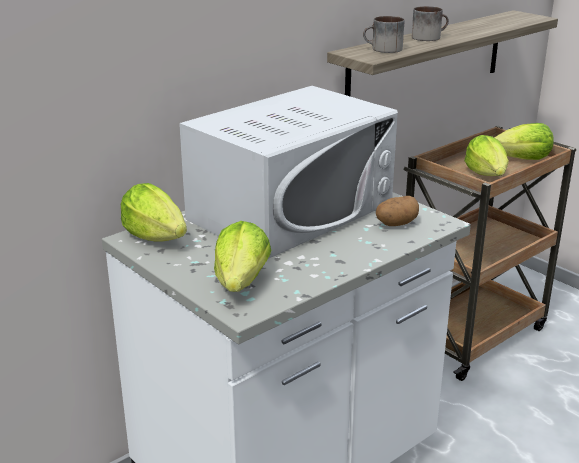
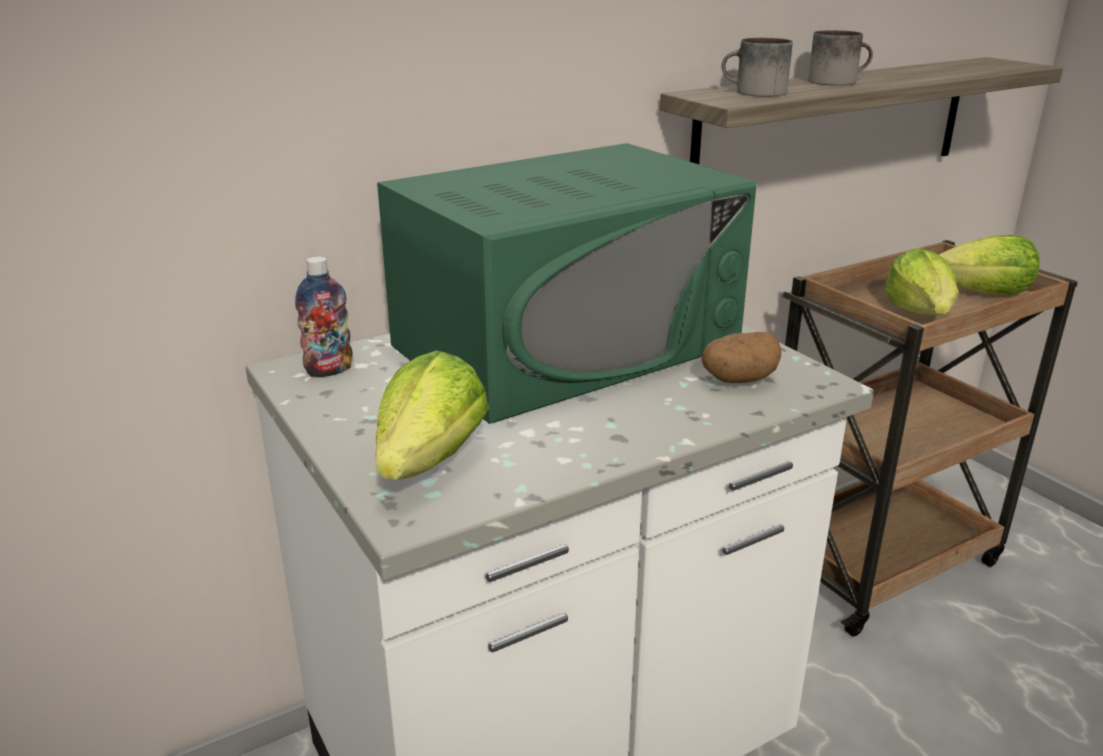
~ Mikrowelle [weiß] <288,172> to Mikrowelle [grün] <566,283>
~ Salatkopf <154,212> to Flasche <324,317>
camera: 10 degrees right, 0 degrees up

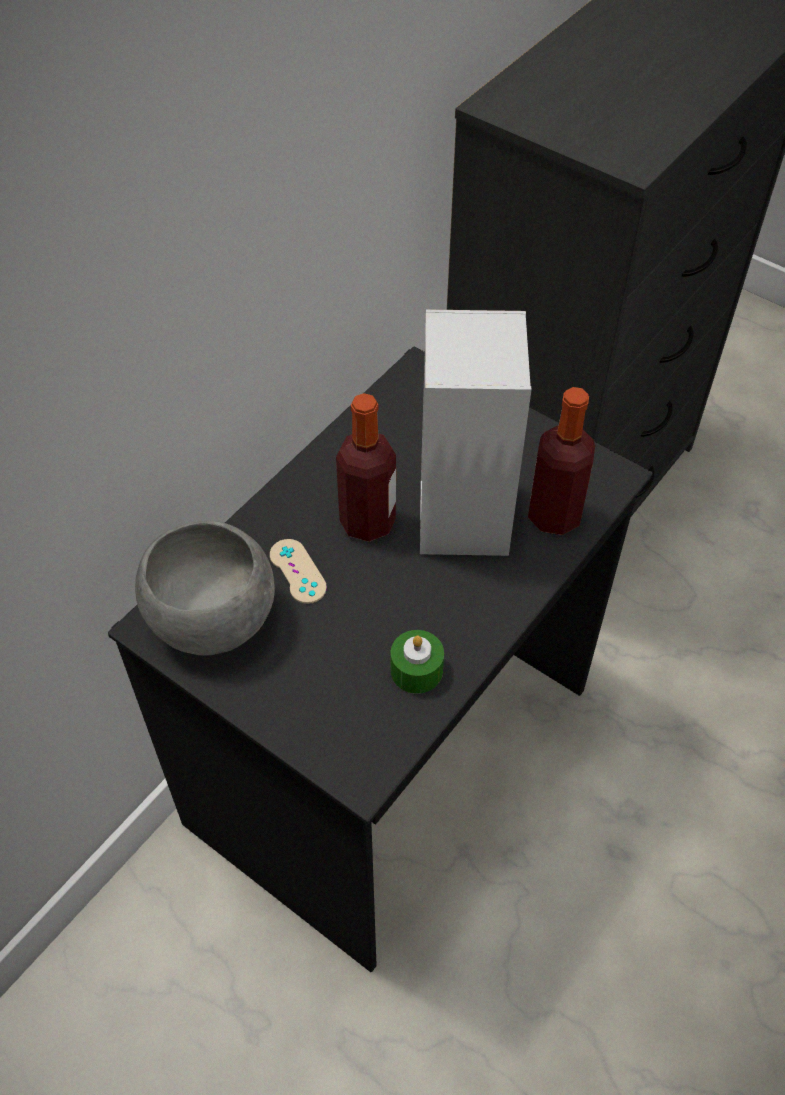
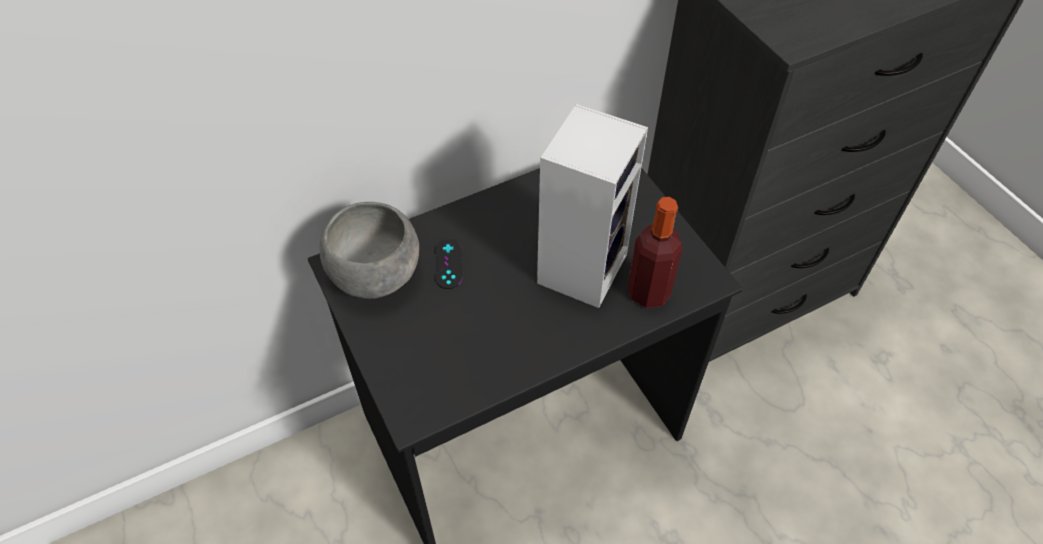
- Flasche <366,467>
~ Gamepad [beige] <298,571> to Gamepad [schwarz] <448,264>
- Kerze [grün] <417,662>
camera: 25 degrees right, 0 degrees up

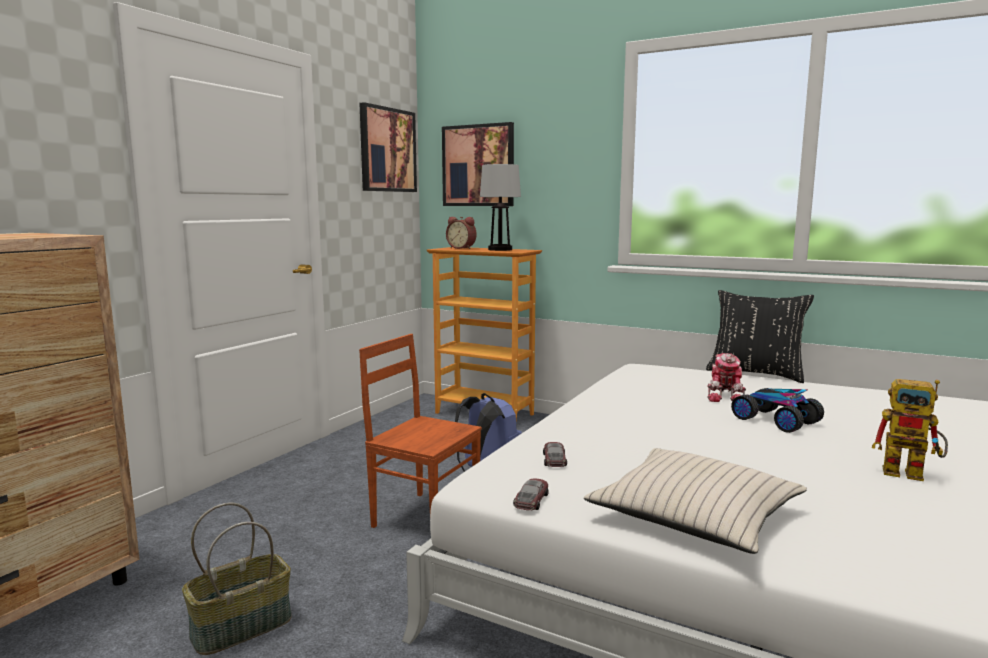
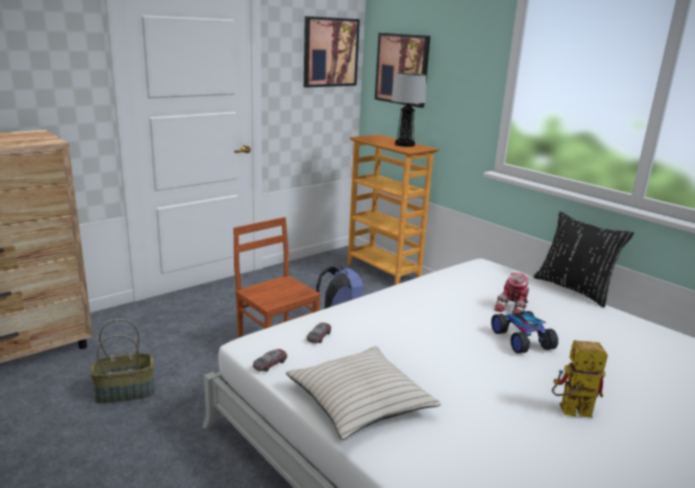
- Wecker <461,233>
~ Spielzeugroboter <910,430> = <580,379> 135 degrees clockwise
camera: 20 degrees right, 10 degrees up

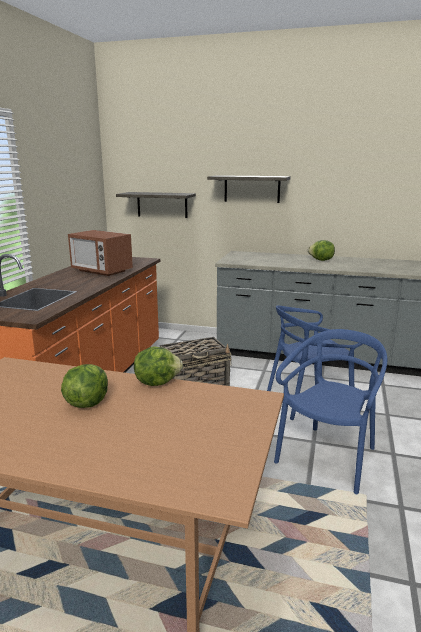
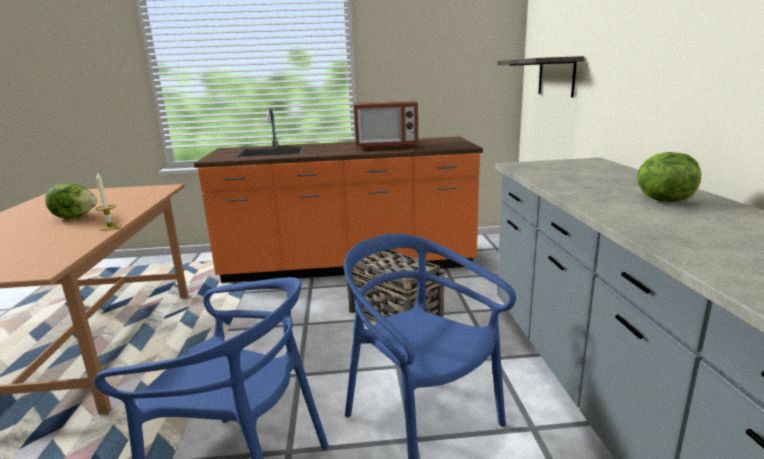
- Wandregal <249,189>
~ Mikrowelle <100,253> = <386,125> 105 degrees counterclockwise
~ Salatkopf <158,366> to Kerze <108,201>
camera: 70 degrees right, 0 degrees up

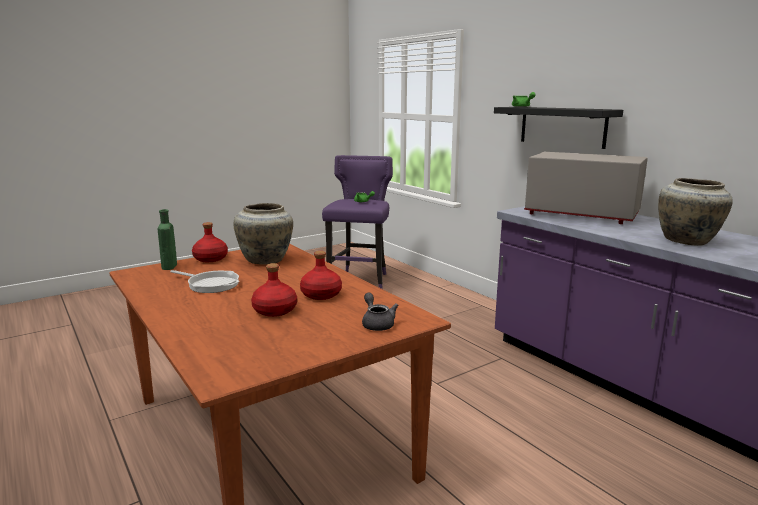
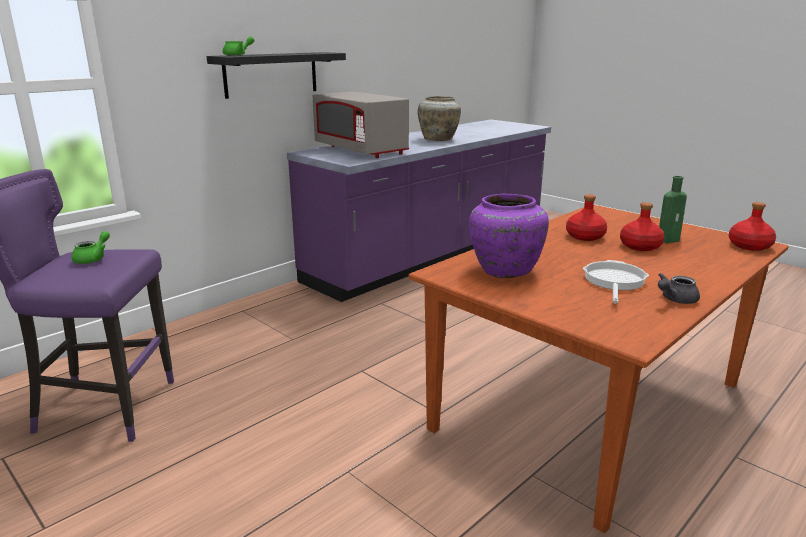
~ Mikrowelle [grau] <586,188> = <361,124> 60 degrees counterclockwise
~ Vase [beige] <263,234> to Vase [lila] <509,236>
~ Flasche [grün] <167,239> to <673,209>
~ Flasche [rot] <210,242> to <752,226>
~ Teekanne [grau] <380,312> to <679,288>
camera: 100 degrees left, 5 degrees up

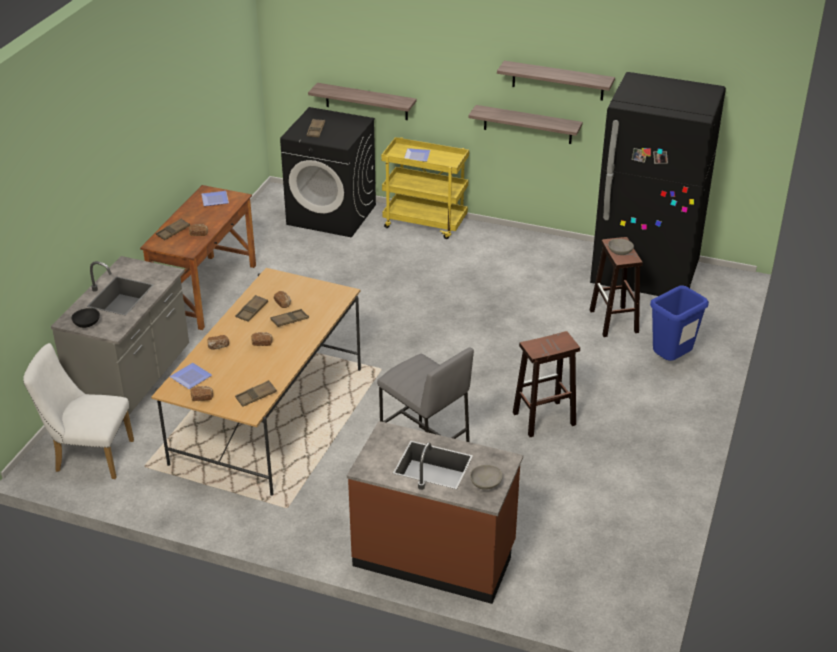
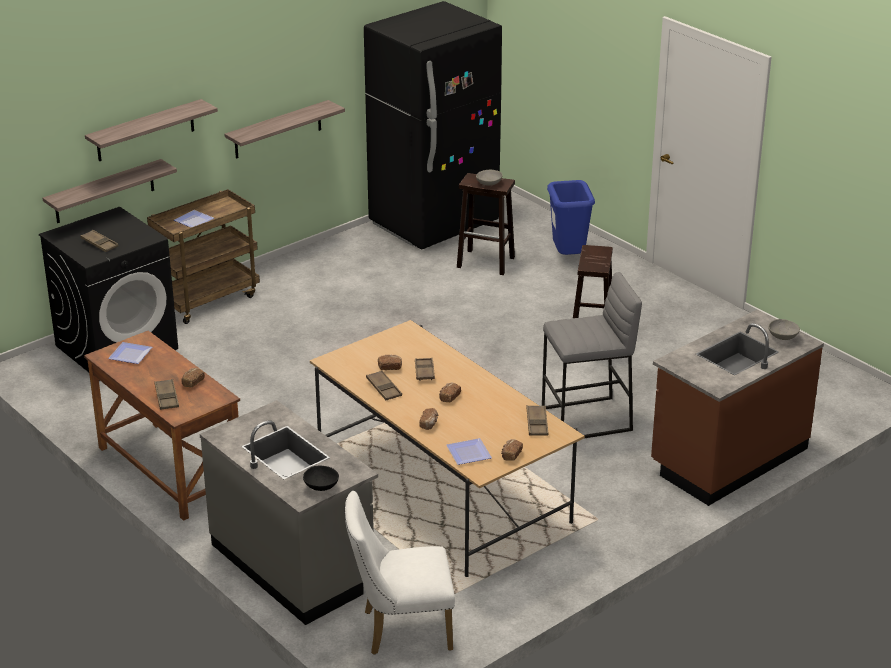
~ Wandregal <556,81> to <151,130>
~ Rollwagen [gelb] <425,188> to Rollwagen [braun] <203,256>
~ Stuhl [weiß] <78,411> = <400,573> 45 degrees clockwise
camera: 60 degrees left, 5 degrees down

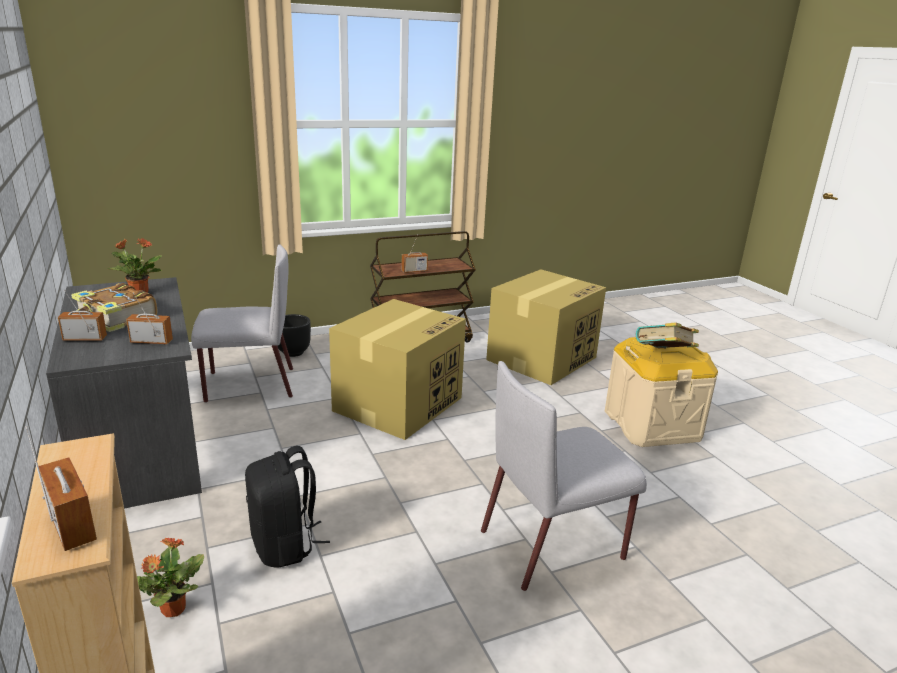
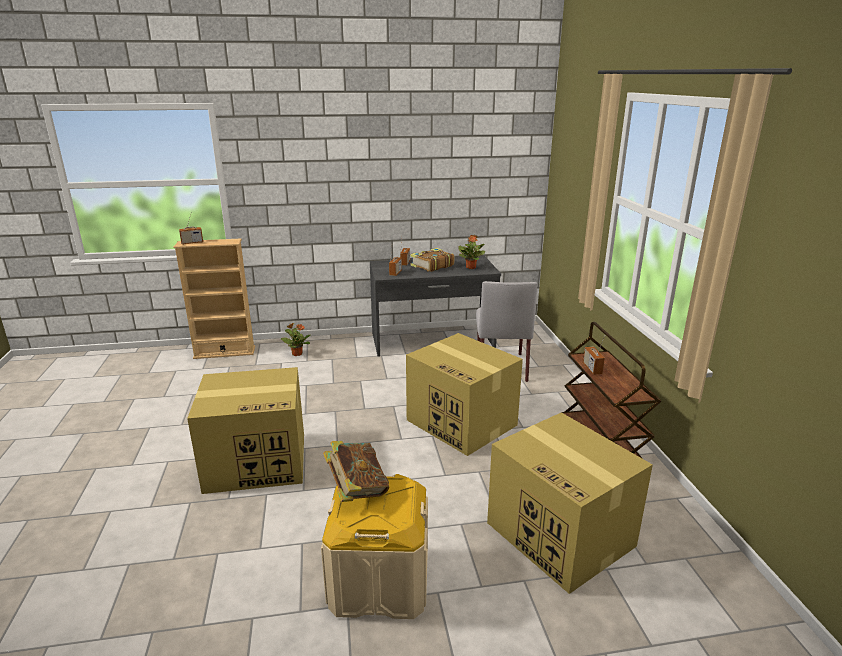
- Pflanzkübel [schwarz] <294,335>
~ Stuhl [grau] <564,476> to Karton <245,430>
- Rucksack [schwarz] <287,506>
camera: 105 degrees right, 0 degrees up

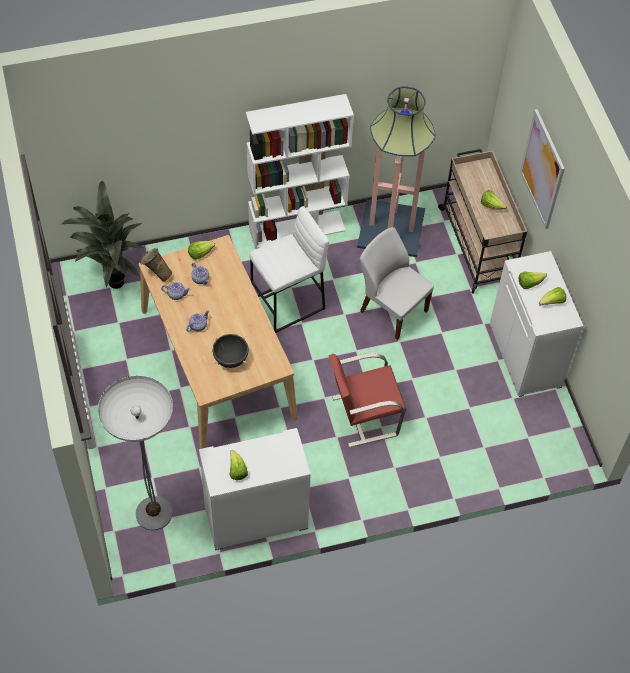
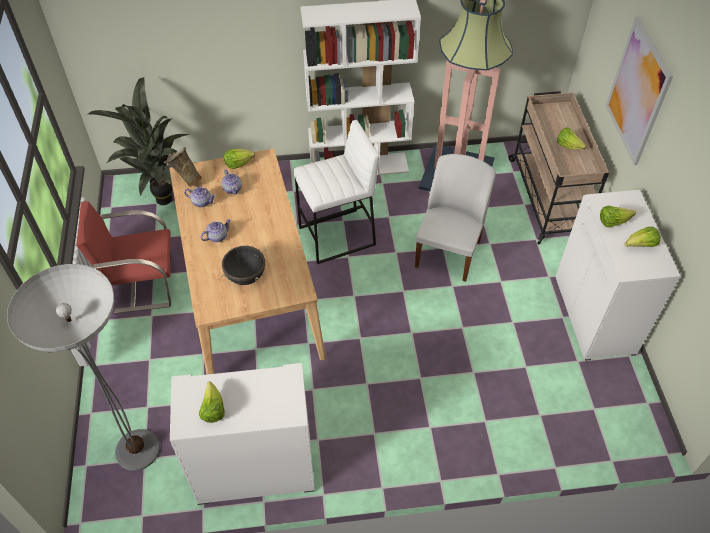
~ Stuhl [weiß] <397,283> = <455,218> 60 degrees clockwise
~ Stuhl [rot] <367,400> to <124,257>
camera: 10 degrees right, 5 degrees down

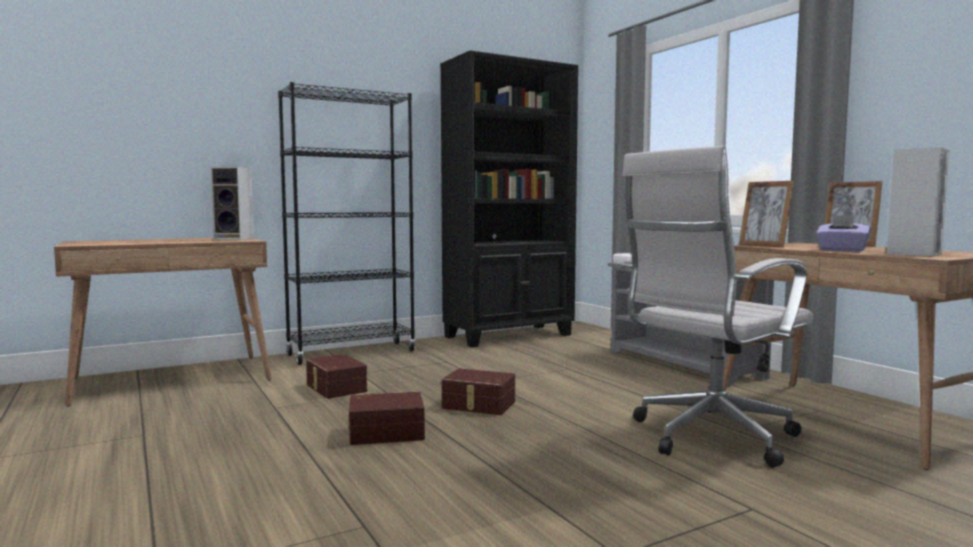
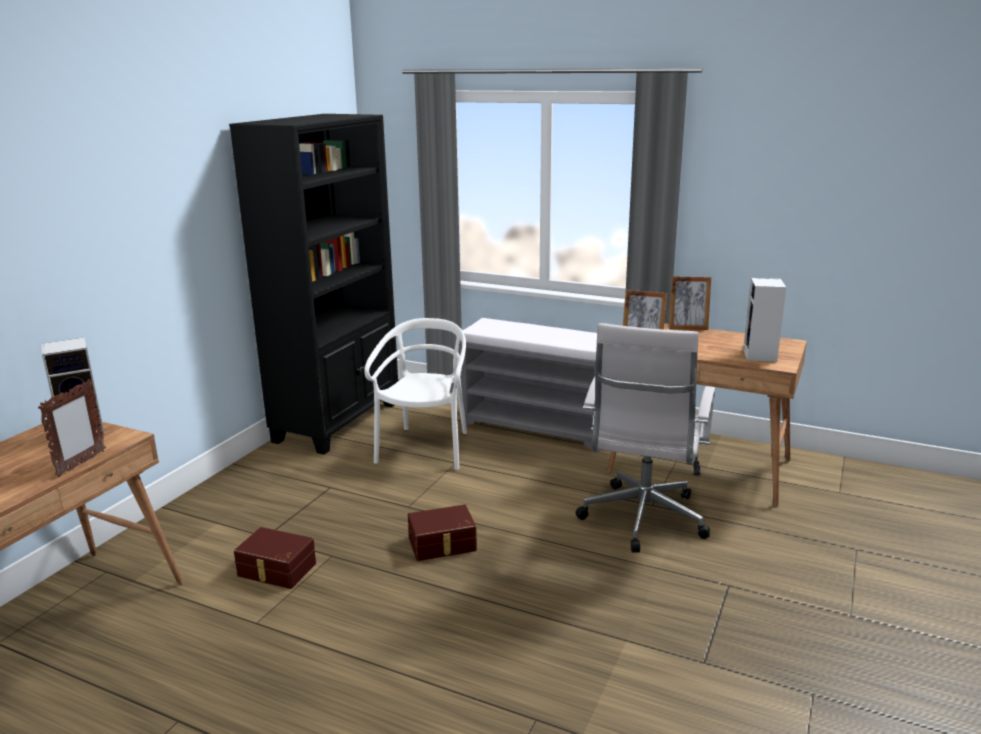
- Bücherregal [schwarz] <347,223>
- Taschentuchbox [lila] <843,233>
- Aufbewahrungsbox [braun] <387,418>
+ Stuhl [weiß] <415,394>
+ Bilderrahmen <72,428>
camera: 35 degrees left, 15 degrees up

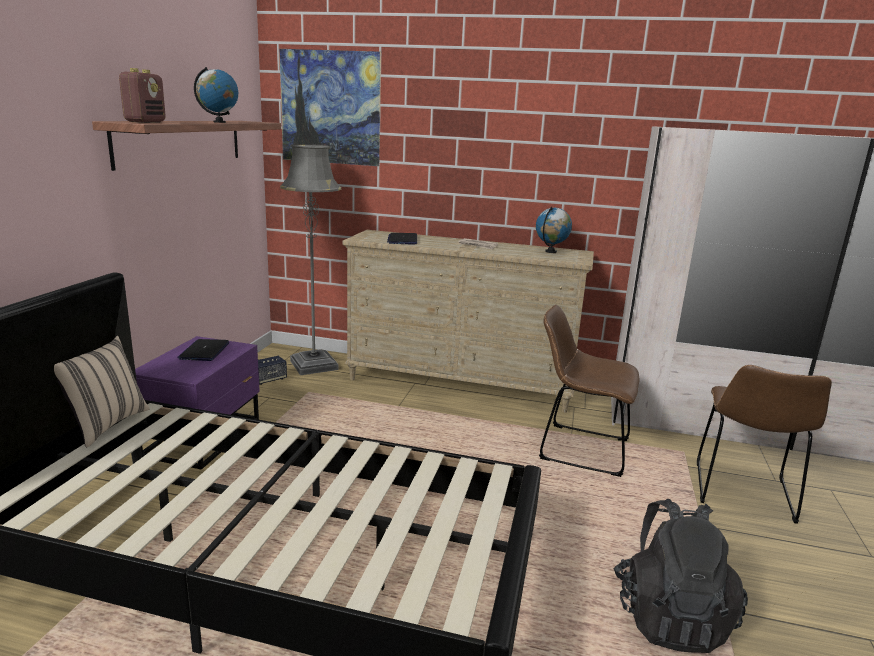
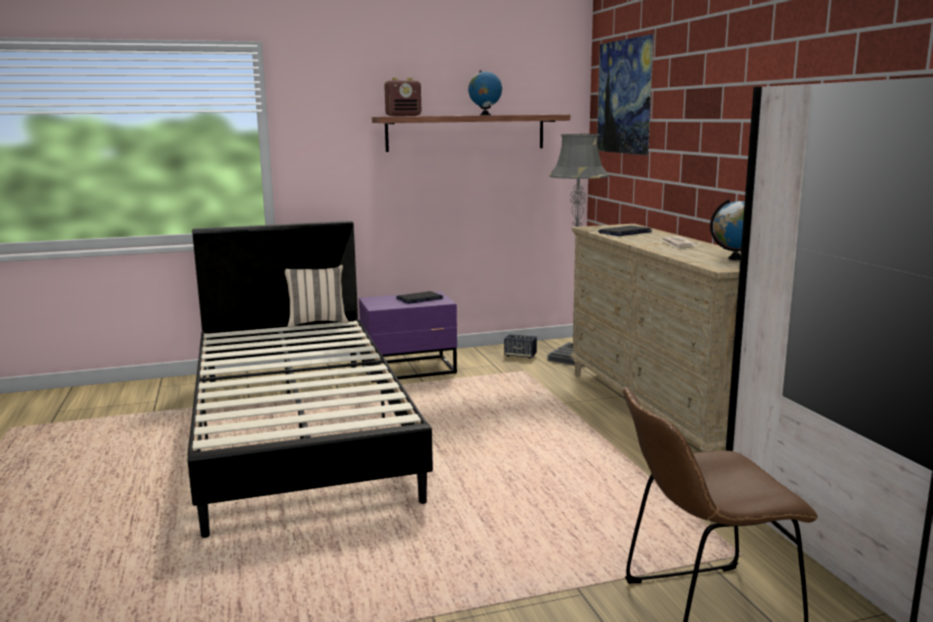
- Stuhl [braun] <589,391>
- Rucksack [schwarz] <681,576>
camera: 60 degrees right, 5 degrees down

